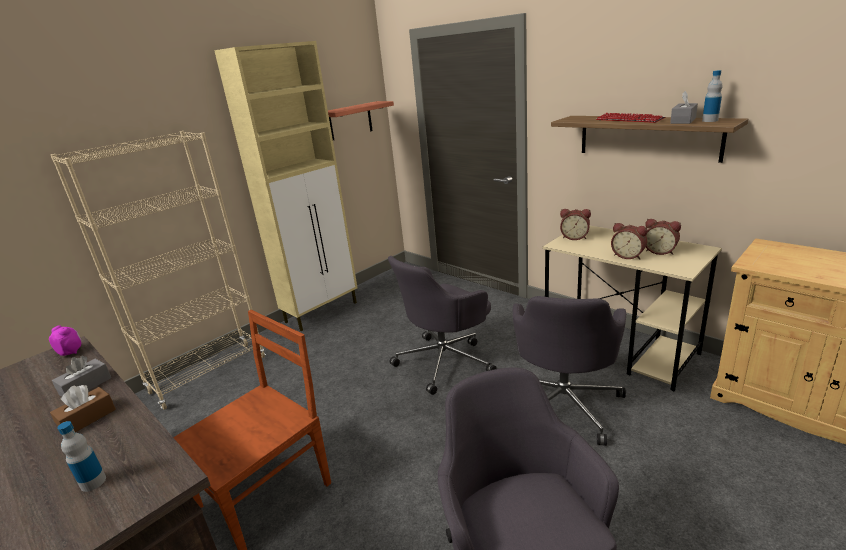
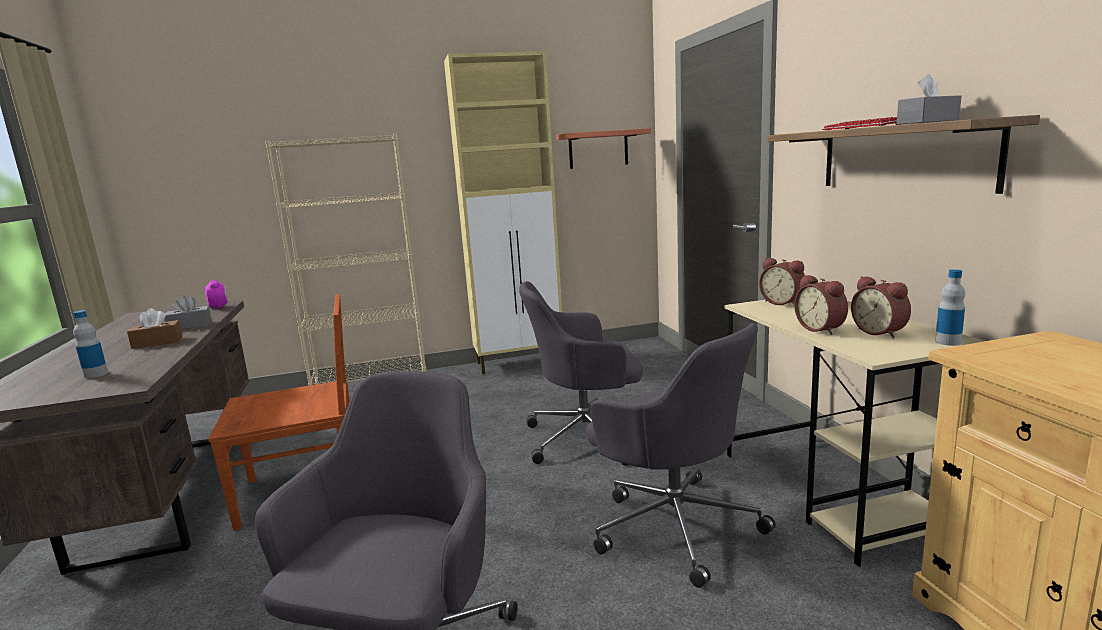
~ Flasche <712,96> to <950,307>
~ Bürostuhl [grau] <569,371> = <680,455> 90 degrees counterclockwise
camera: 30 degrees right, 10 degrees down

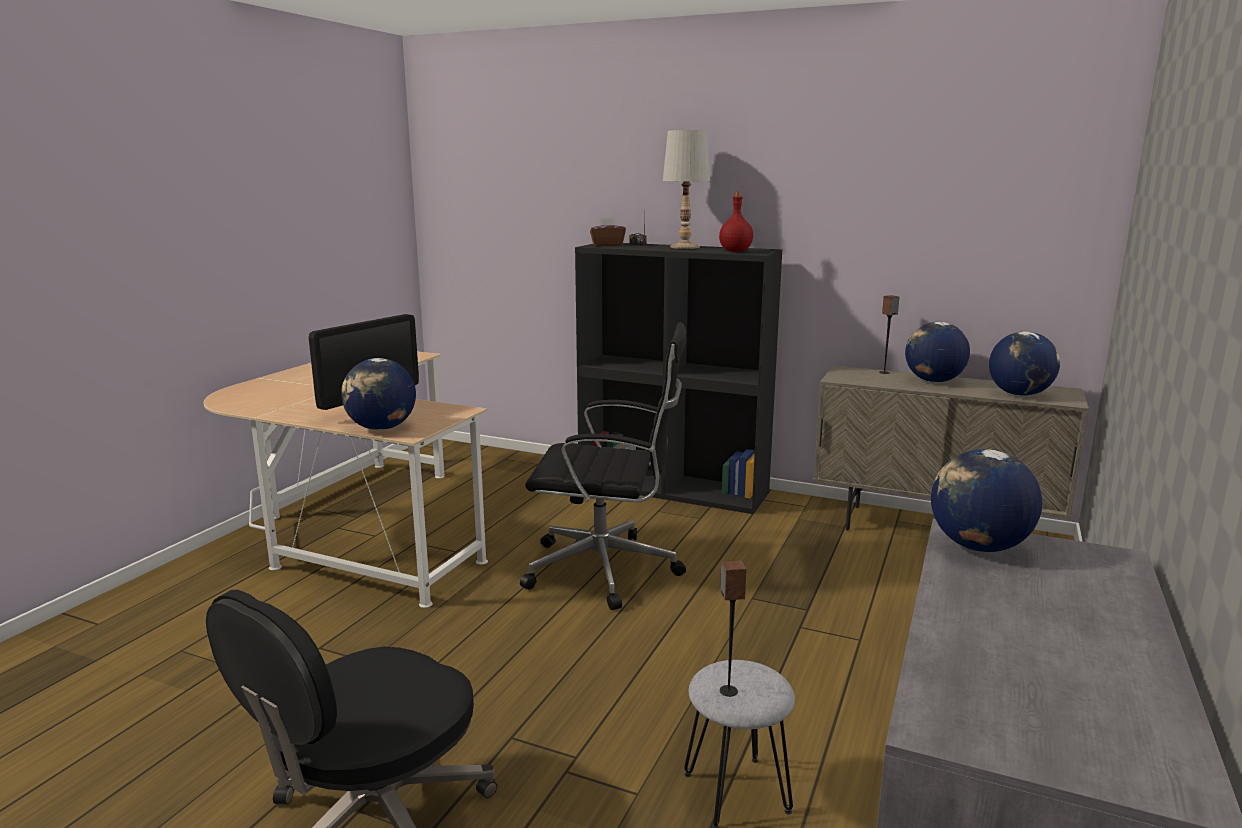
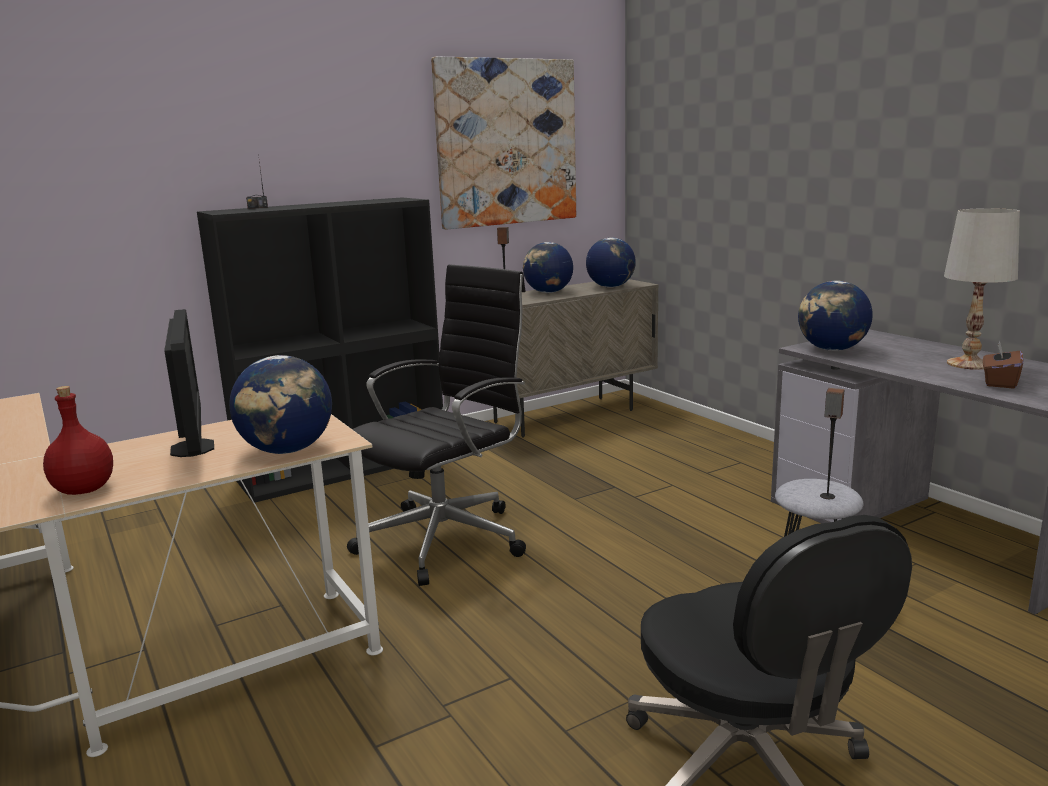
~ Tischlampe [weiß] <686,189> to <982,289>
~ Flasche [rot] <736,222> to <78,440>
~ Taschentuchbox [braun] <608,232> to <1003,365>
+ Bild <503,143>
camera: 55 degrees left, 0 degrees up

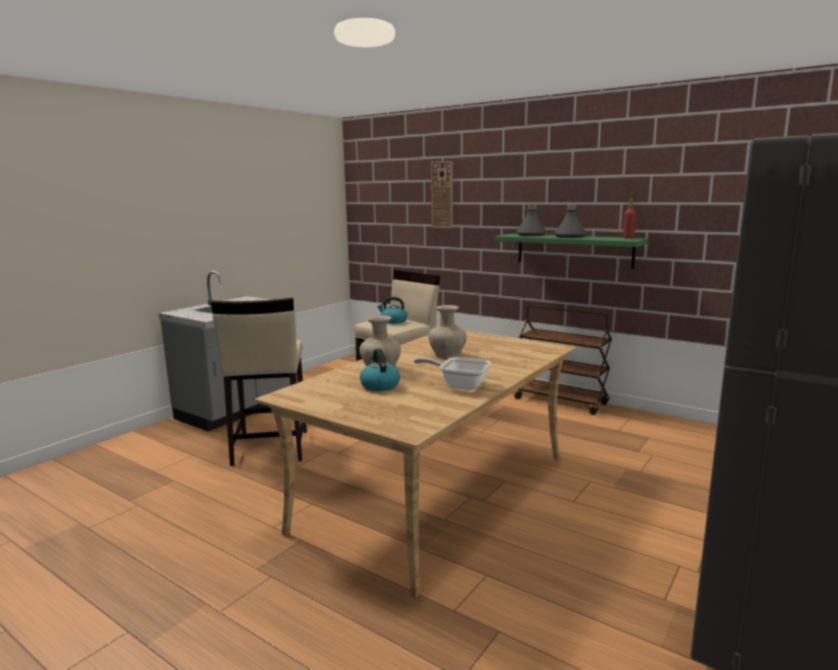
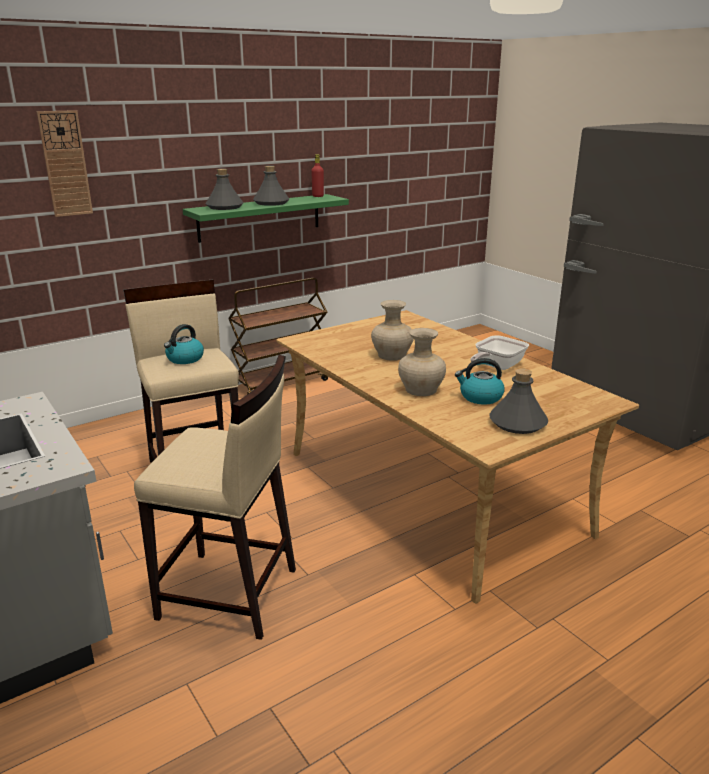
+ Flasche [grau] <519,401>
camera: 70 degrees left, 10 degrees up

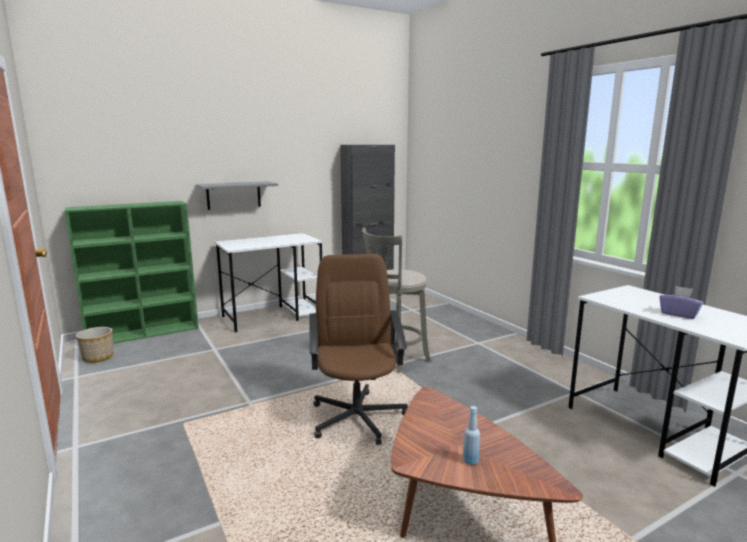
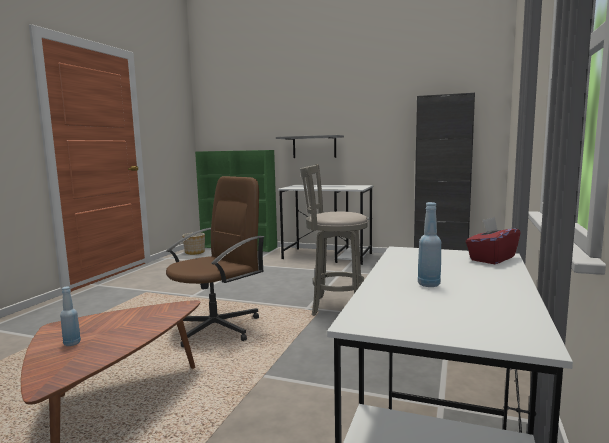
~ Taschentuchbox [lila] <681,302> to Flasche [blau] <429,244>
+ Taschentuchbox [rot] <493,240>
camera: 50 degrees right, 5 degrees down

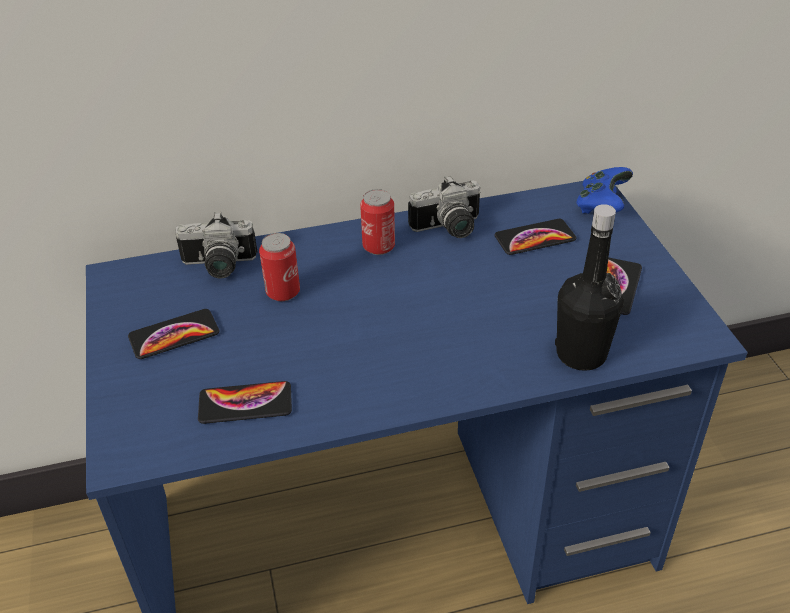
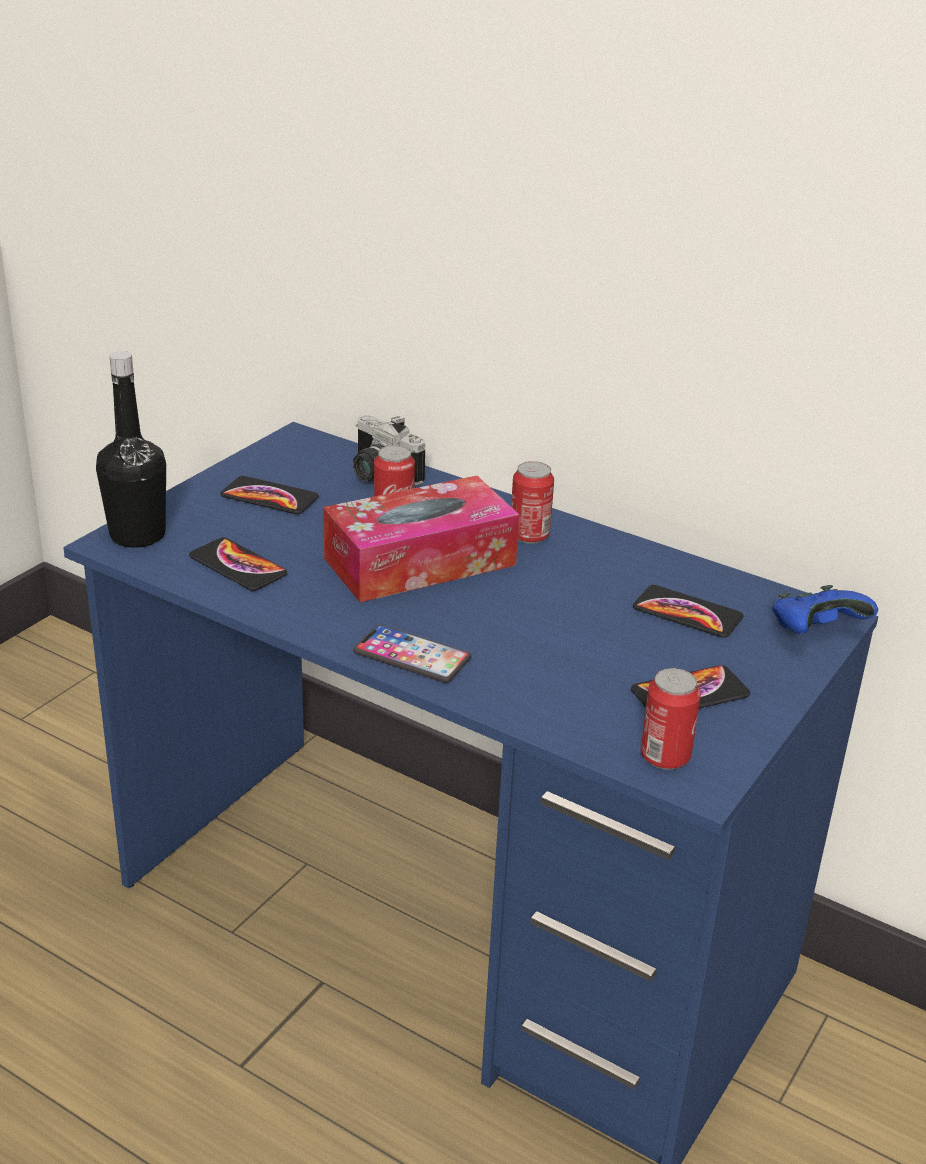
- Kamera <444,206>
~ Flasche [schwarz] <589,287> to <131,449>
+ Taschentuchbox <421,539>
+ Handy <412,653>
+ Dose <671,719>
camera: 45 degrees right, 10 degrees down

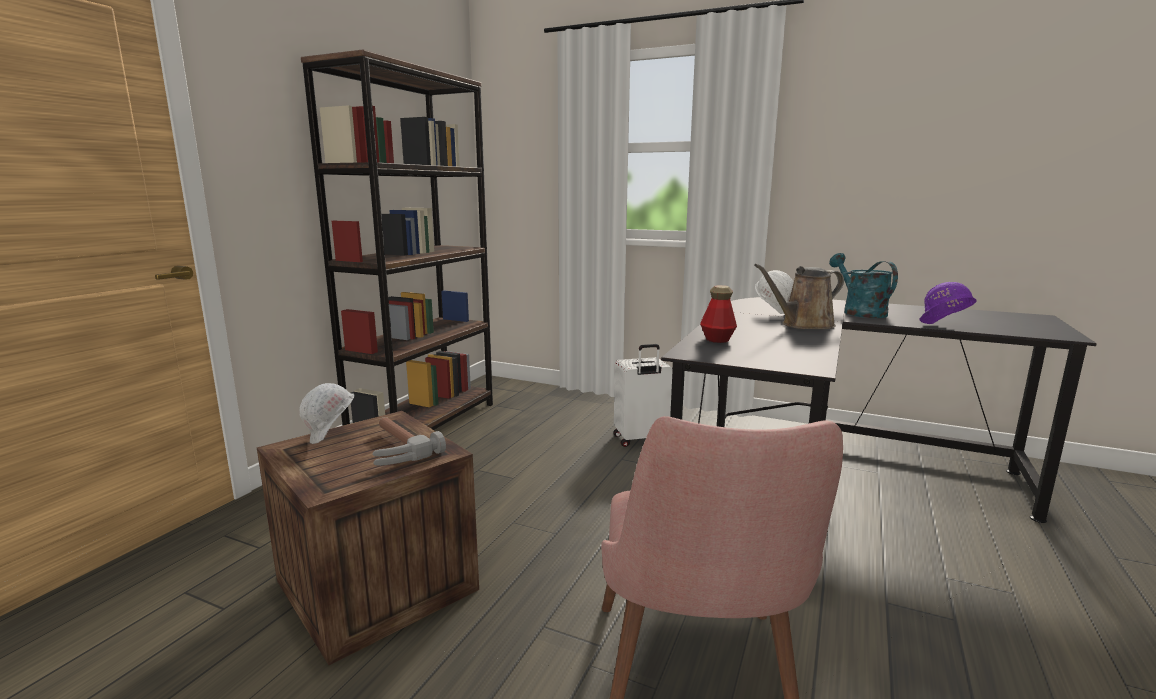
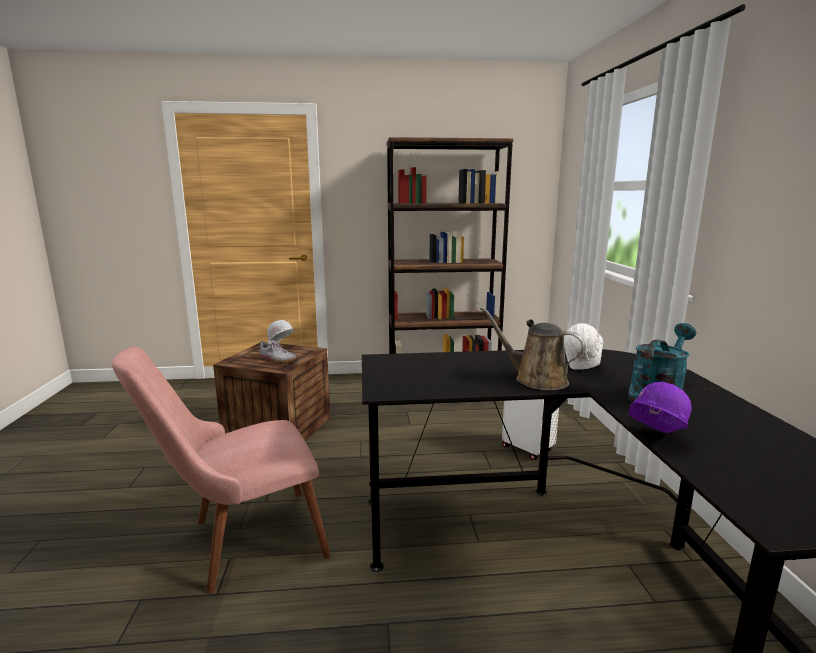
- Flasche <718,314>
~ Hammer <409,441> to Schuh <278,352>
camera: 60 degrees right, 0 degrees up

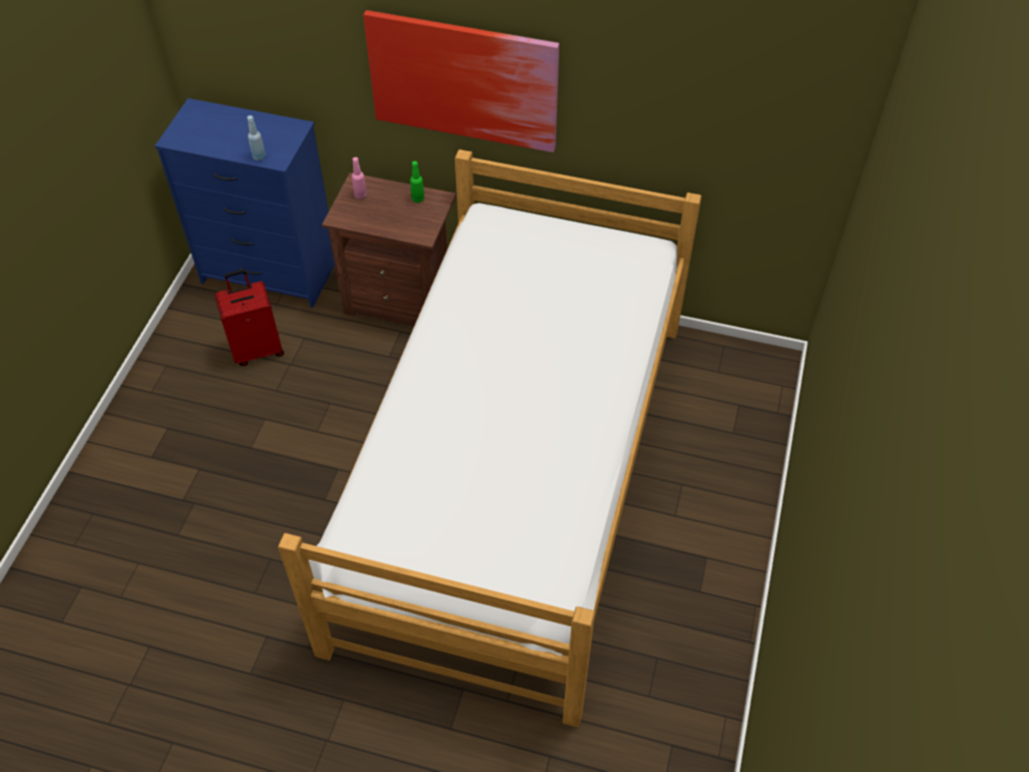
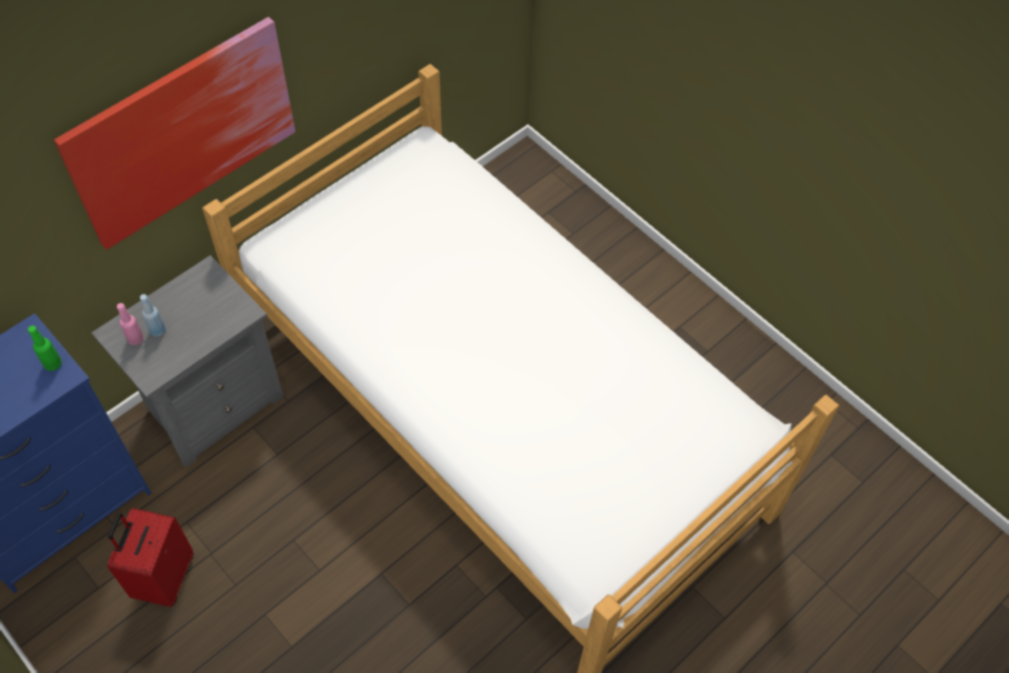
~ Flasche [blau] <256,138> to <153,315>
~ Flasche [grün] <417,182> to <45,348>
~ Nachttisch [braun] <389,249> to Nachttisch [grau] <187,361>
camera: 60 degrees left, 5 degrees up

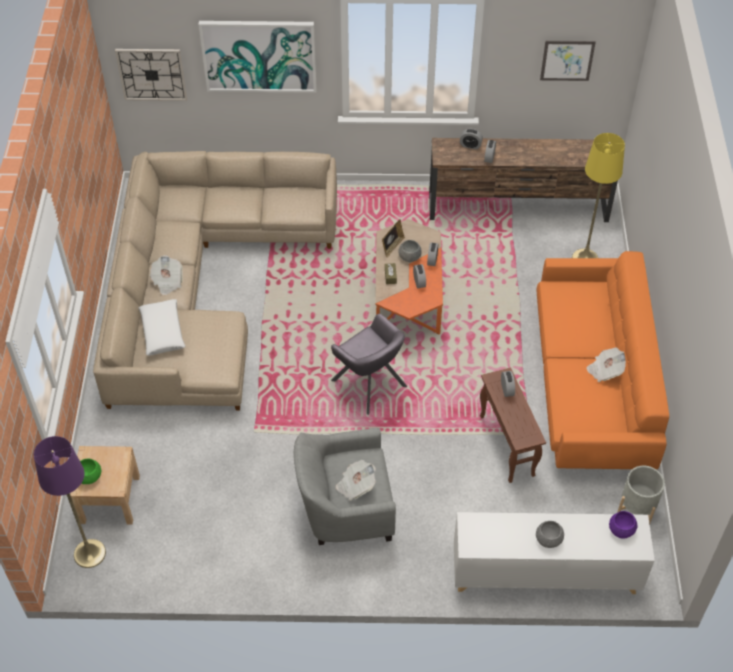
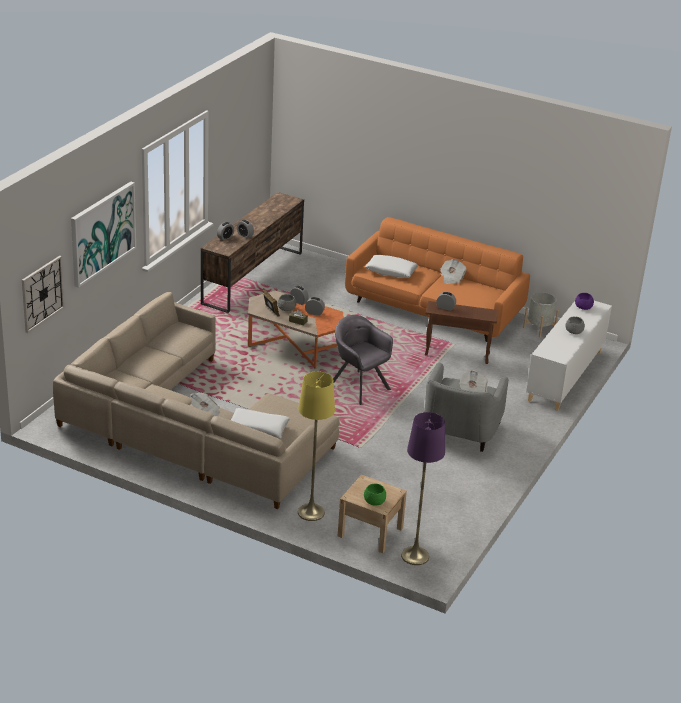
- Bild <568,61>
~ Stehlampe [gelb] <598,195> to <316,446>
~ Sessel [grau] <369,364> = <363,360> 120 degrees counterclockwise
+ Kissen [weiß] <391,266>
camera: 65 degrees left, 20 degrees down

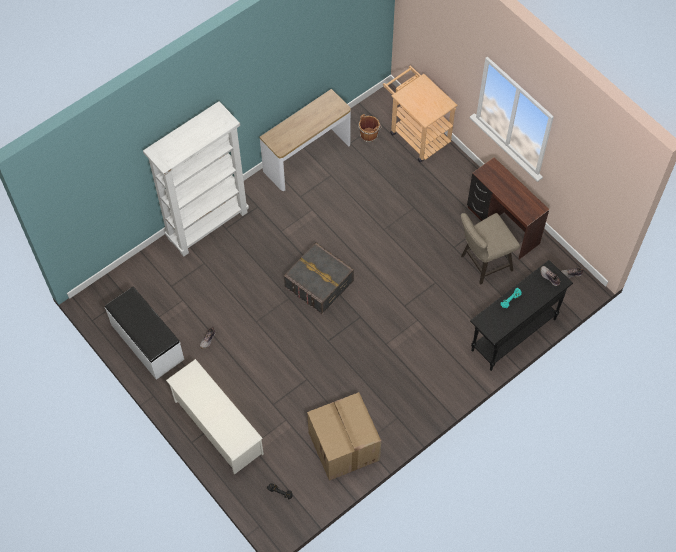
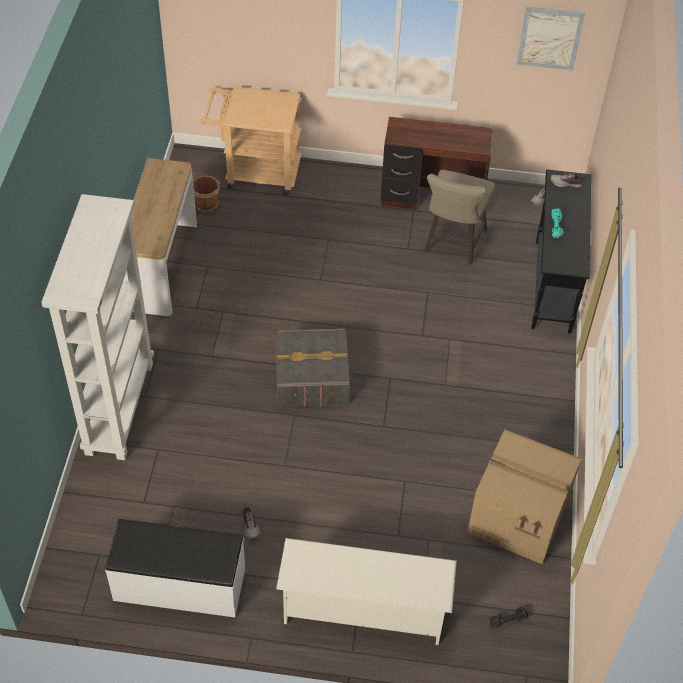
+ Bild <551,38>
camera: 45 degrees left, 10 degrees down

